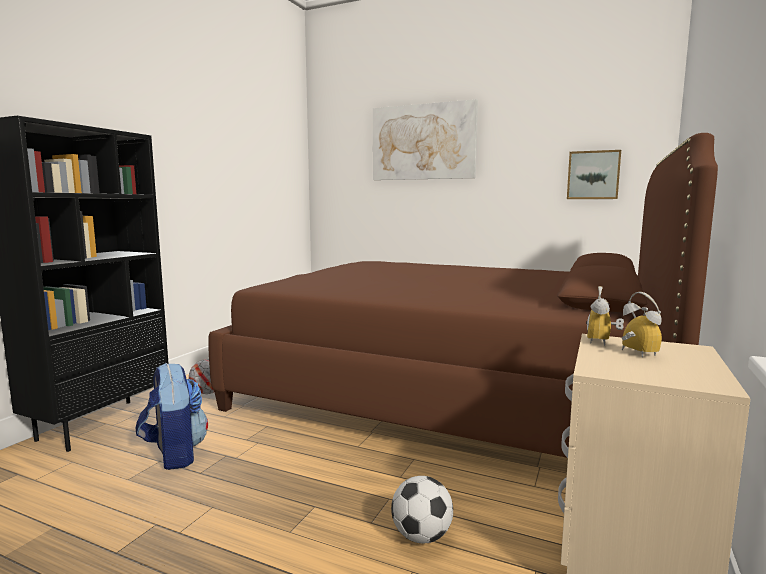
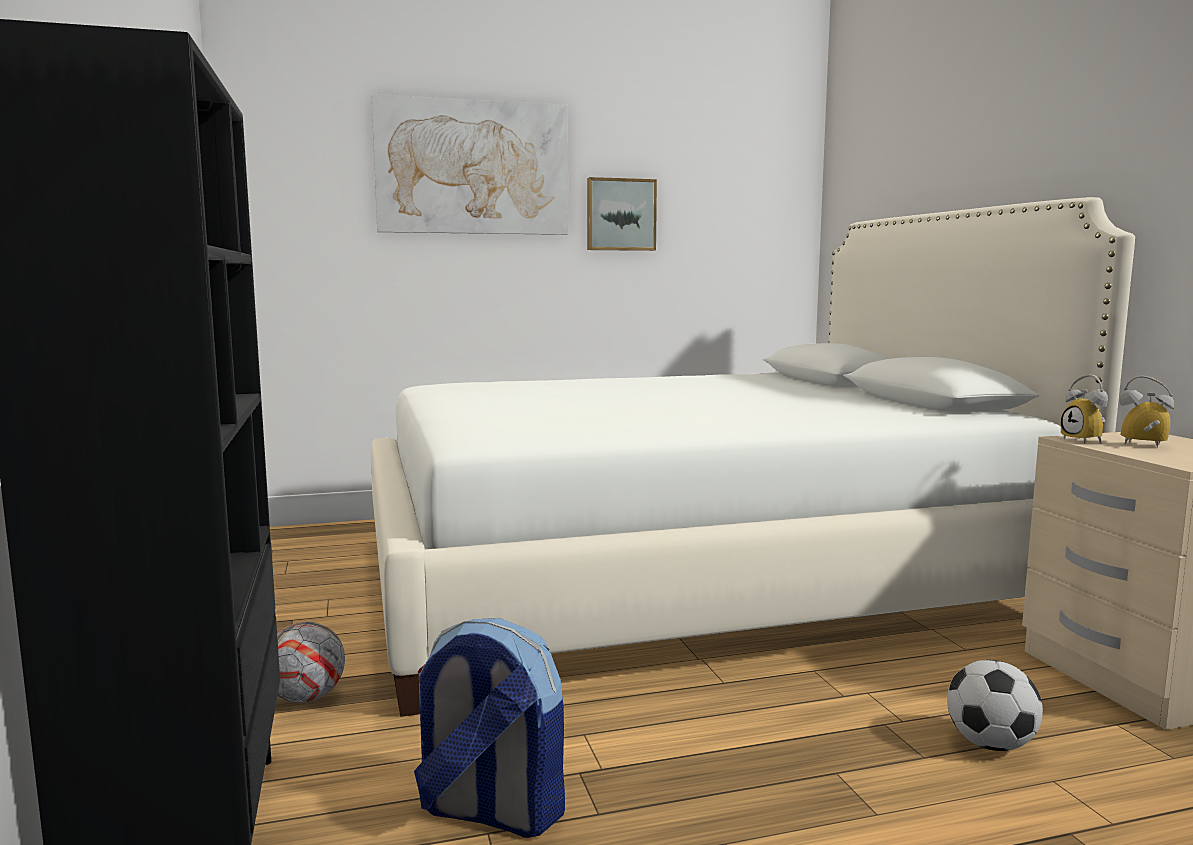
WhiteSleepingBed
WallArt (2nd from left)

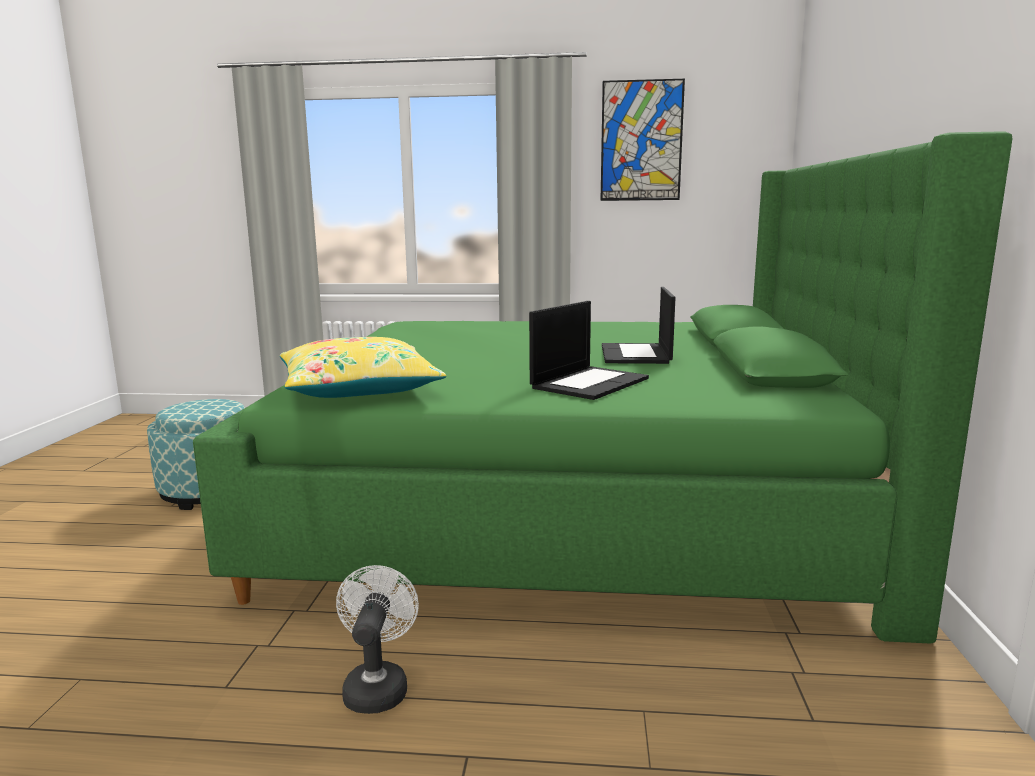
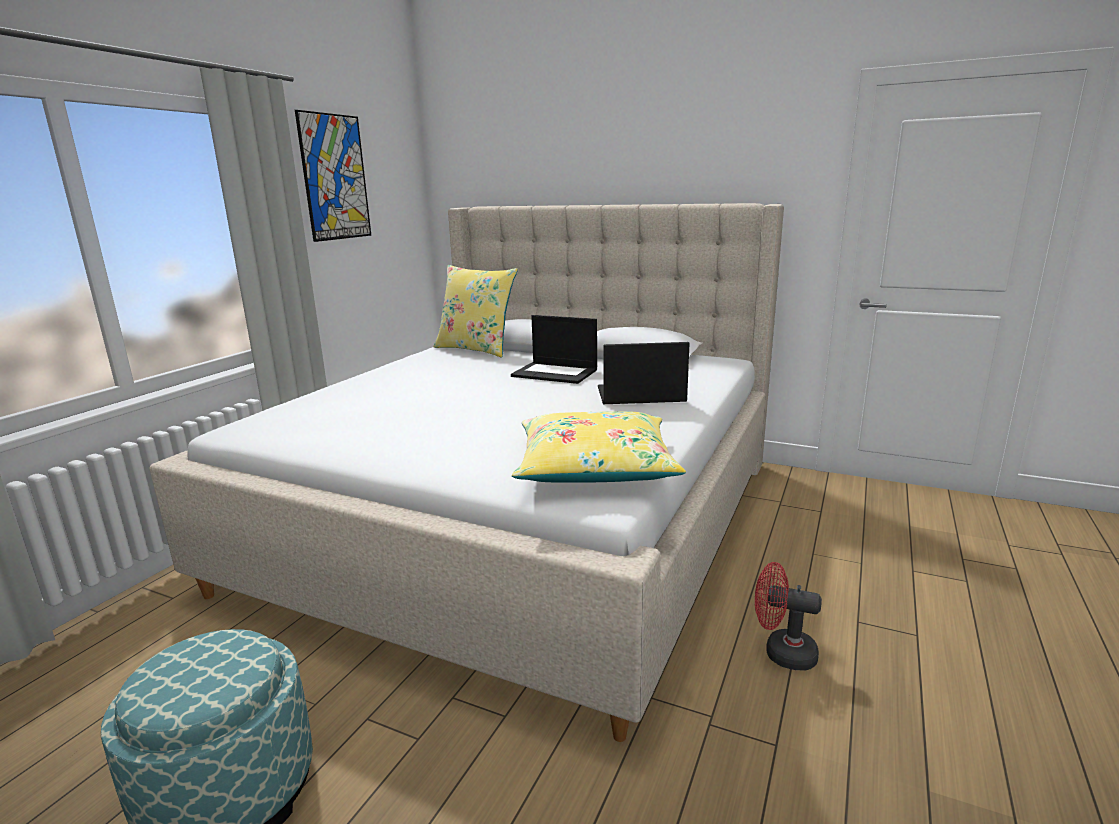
SandColouredSleepingBed
YellowPillow (1st from left)
NotebookComputer (2nd from left)
RedCoolingFan

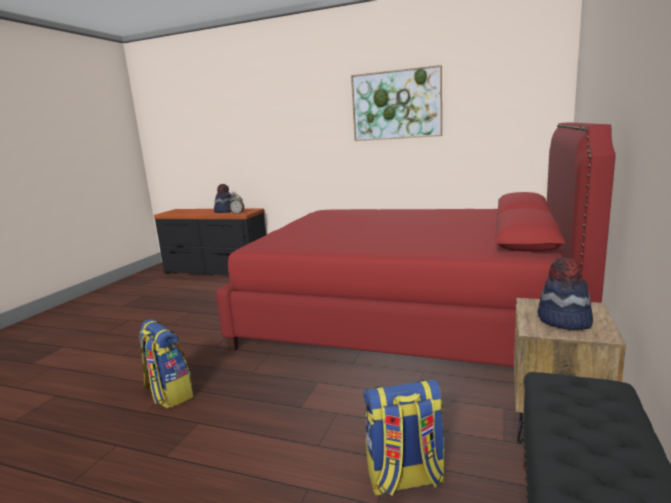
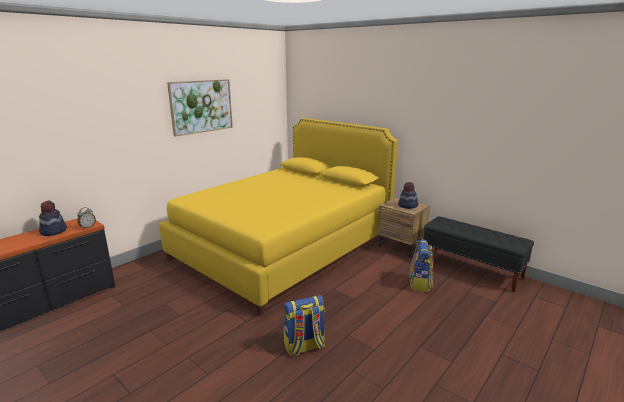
YellowSleepingBed

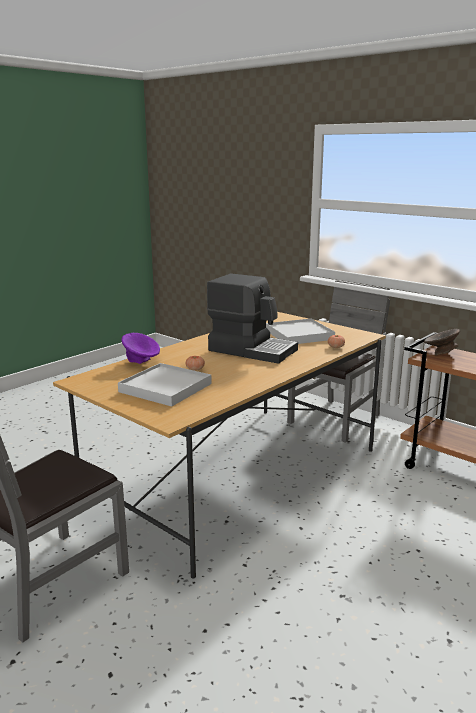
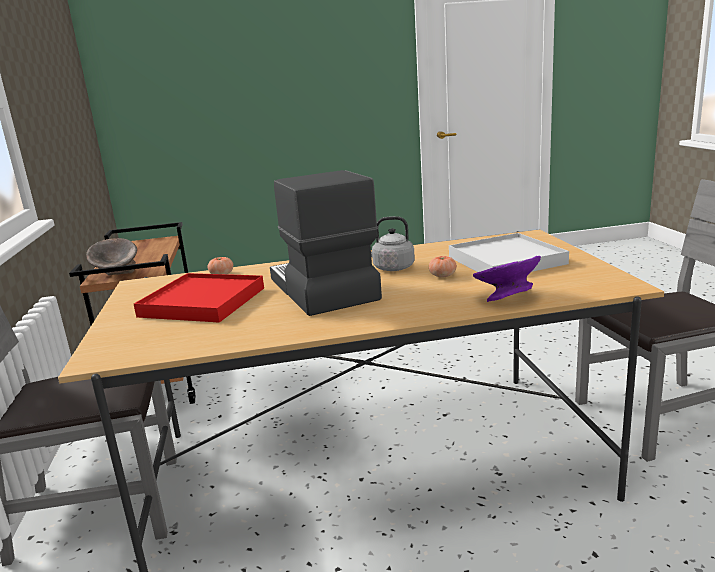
RedServingTray
GreyTeaKettle

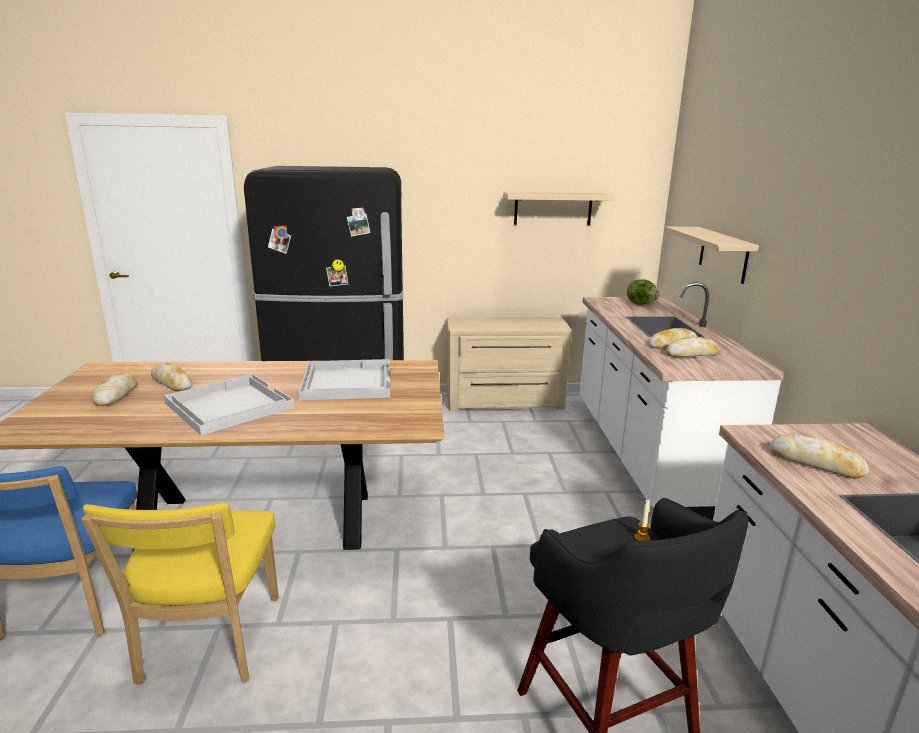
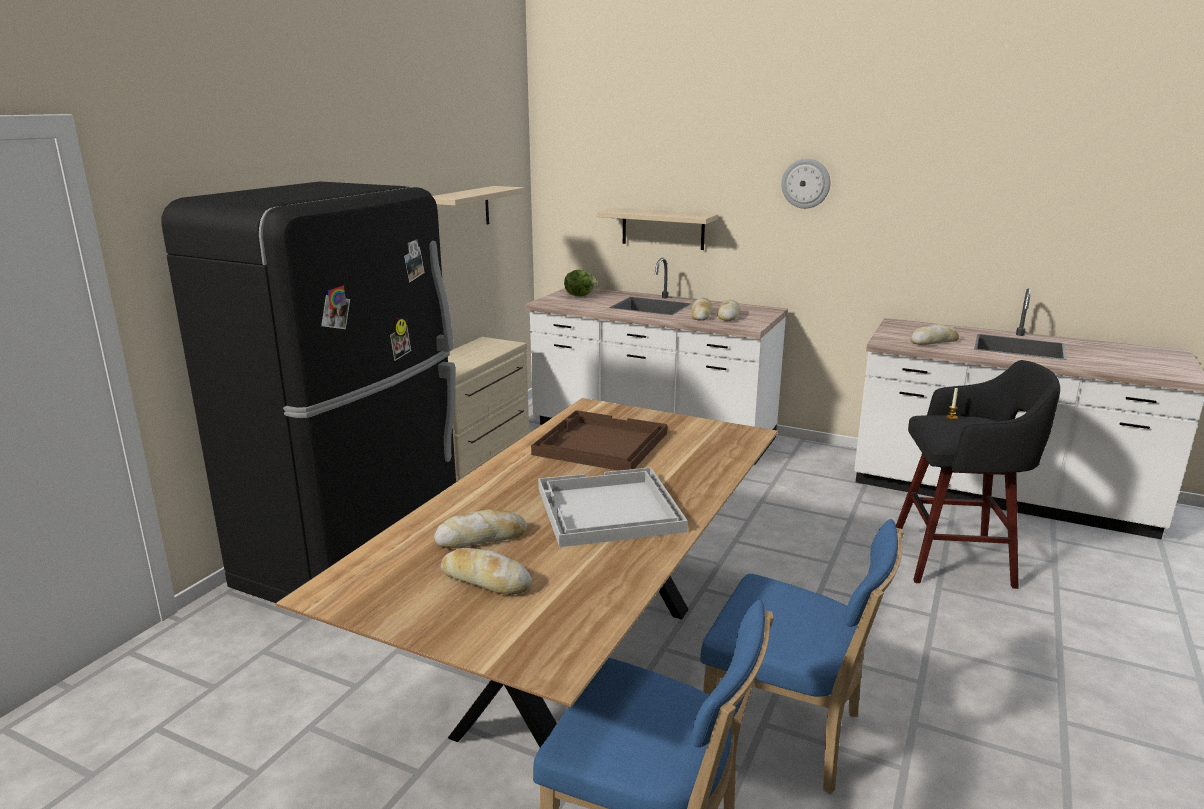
BrownColouredServingTray
BluishUprightChair (2nd from left)
HangingClock

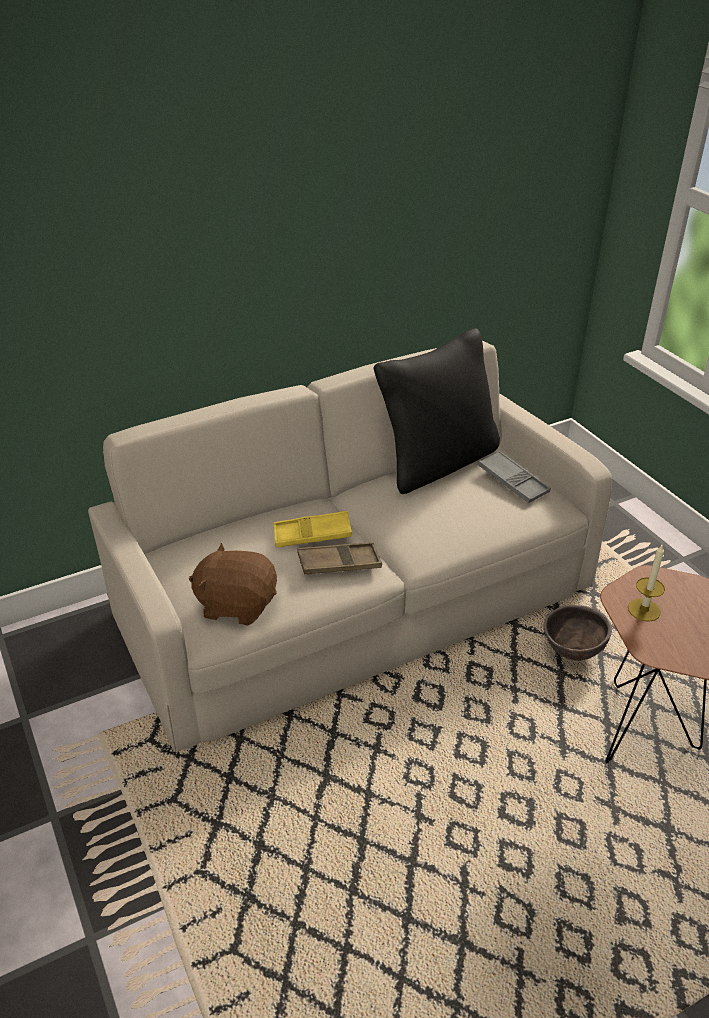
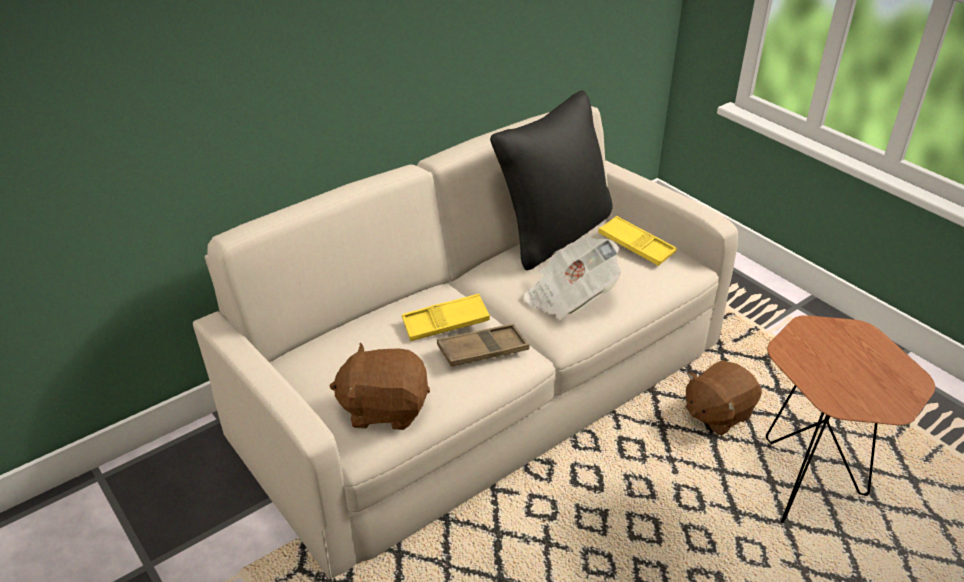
Newspaper
YellowServingTray (2nd from left)
BrownColouredCuddlyToy (2nd from left)
WaxLight

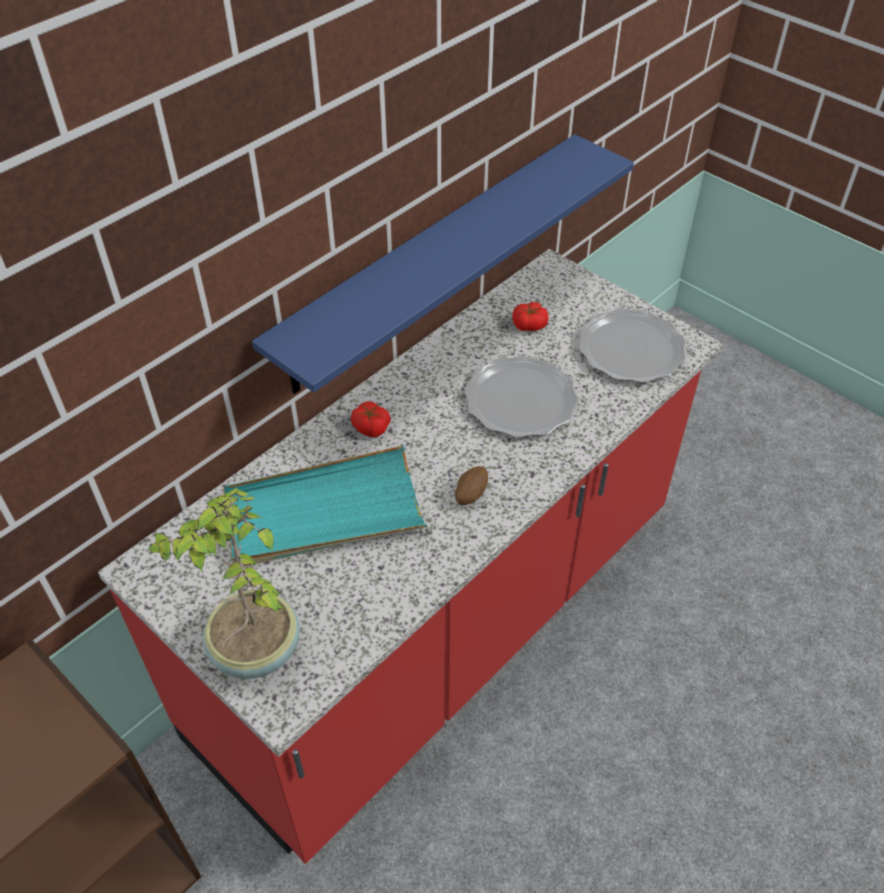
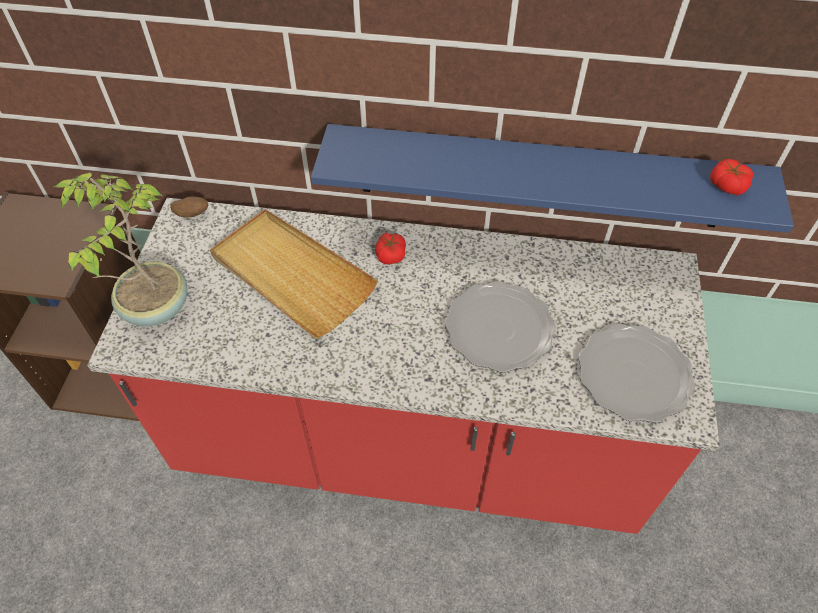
WholePotato
SandColouredServingTray
Tomato (2nd from left)

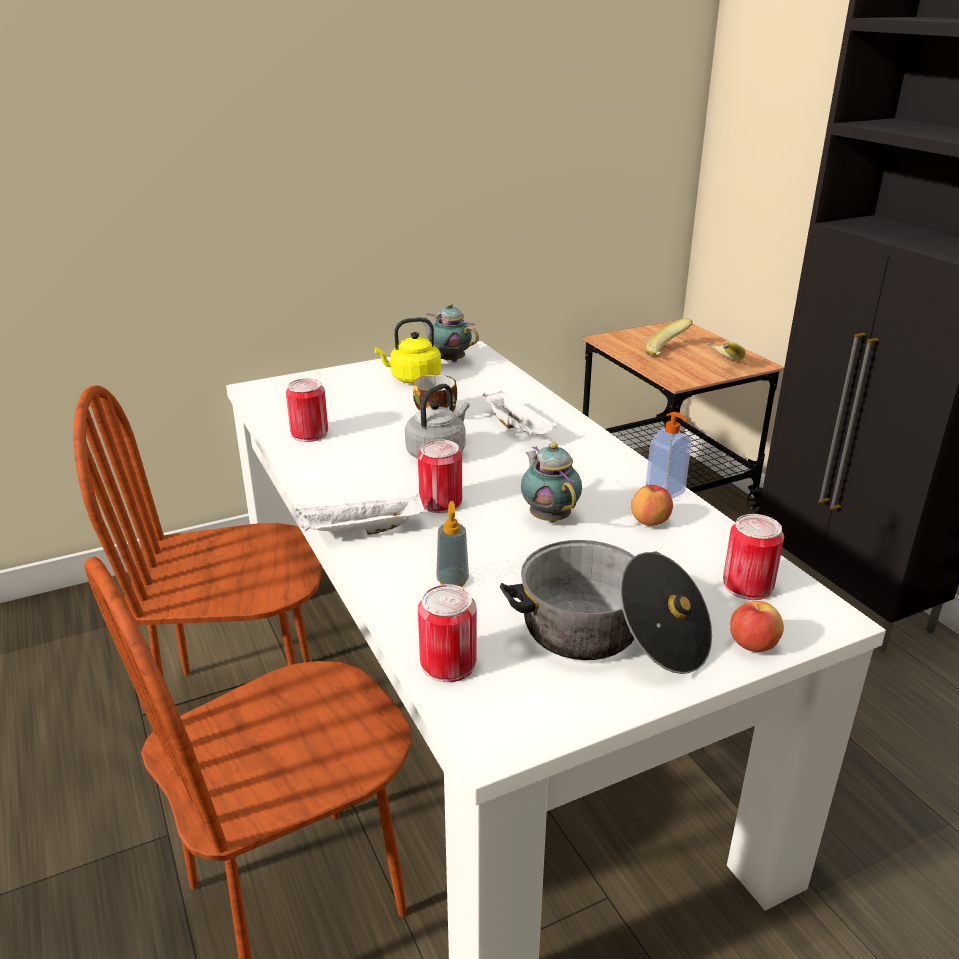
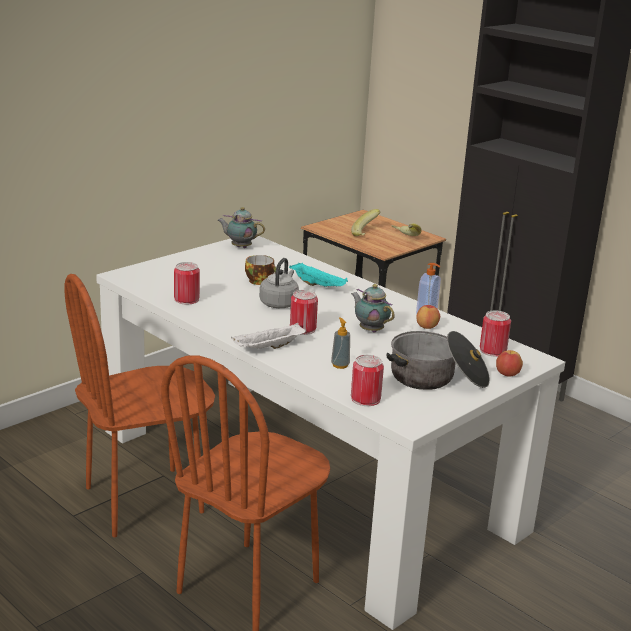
TurquoiseColouredServingTray
YellowTeaKettle

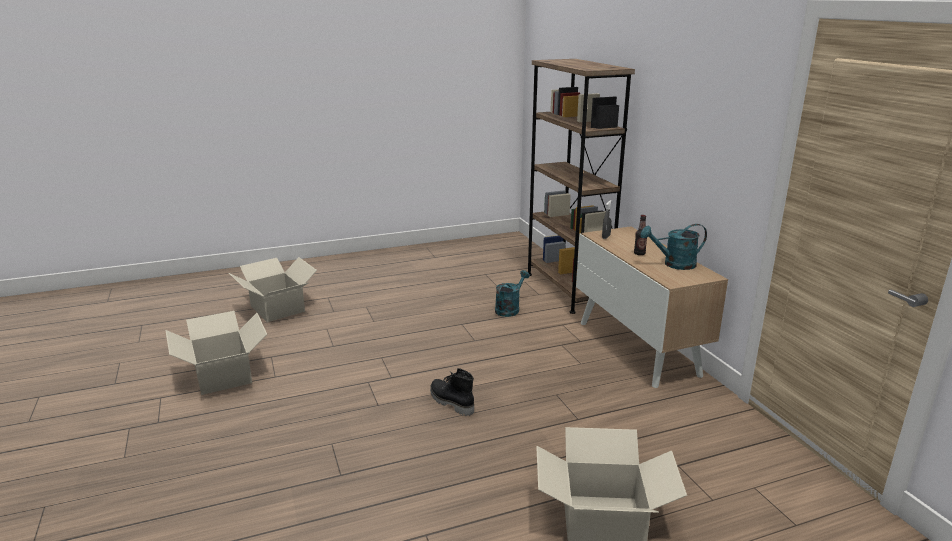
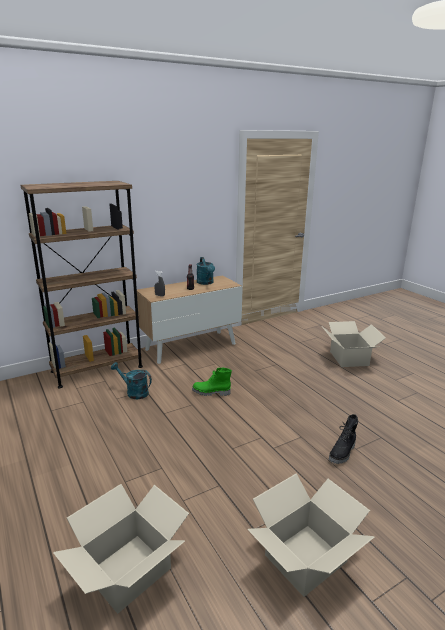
GreenColouredBoot
BlackBoot

